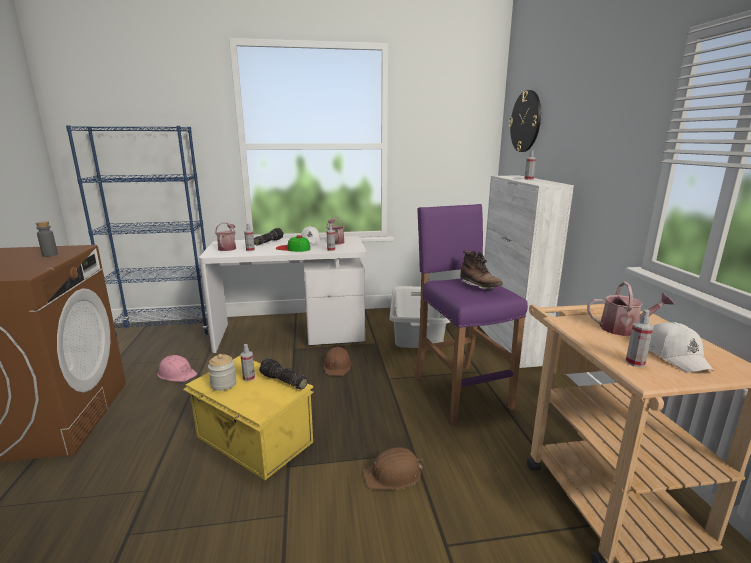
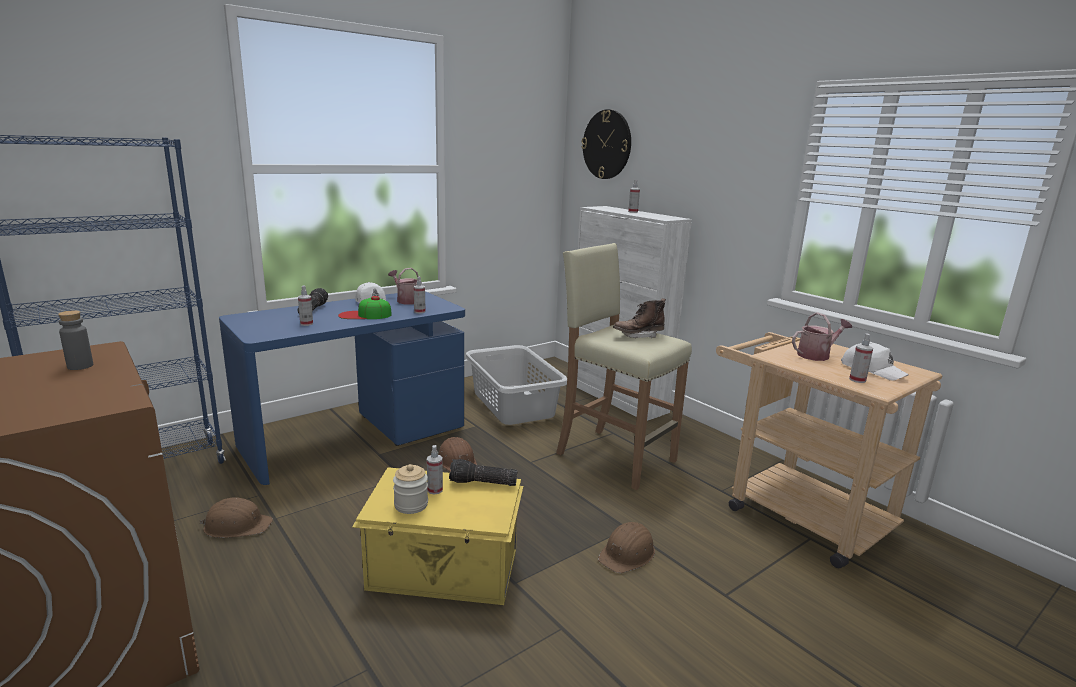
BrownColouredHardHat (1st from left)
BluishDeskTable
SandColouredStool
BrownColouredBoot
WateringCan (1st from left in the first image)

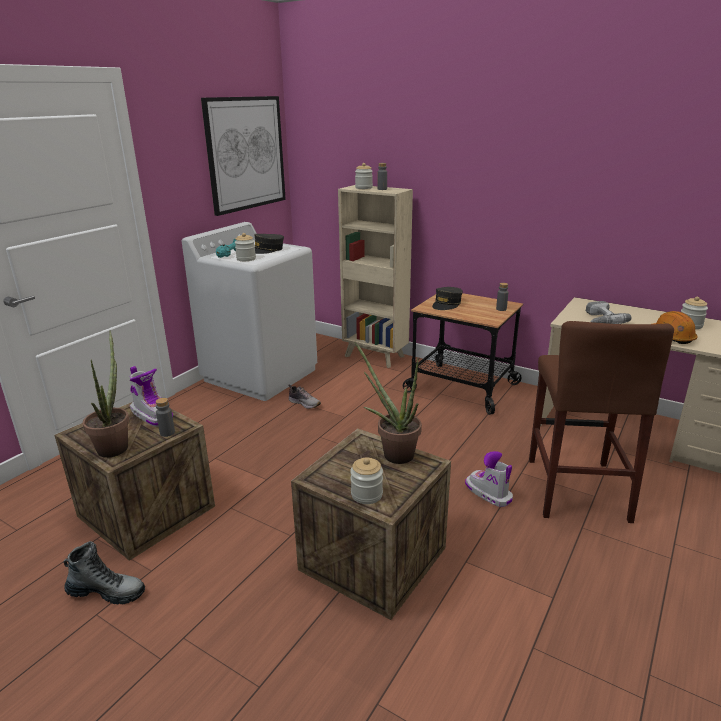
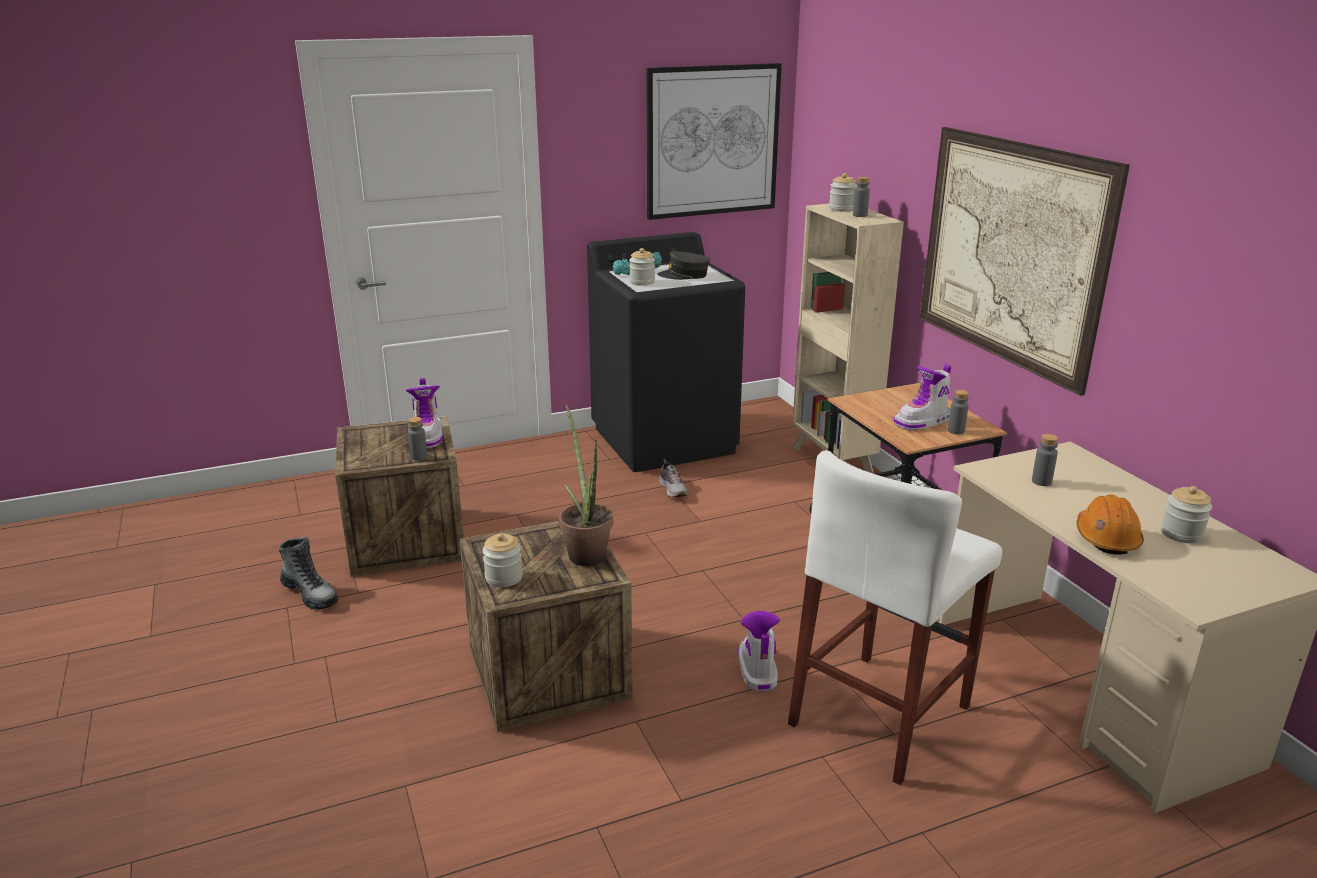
BlackLaundryMachine
WhiteStool
Boot (4th from left)
WallArt (2nd from left)
GreyDrinkBottle (4th from left)
Houseplant (1st from left in the first image)
GreyPeakedCap (2nd from left in the first image)

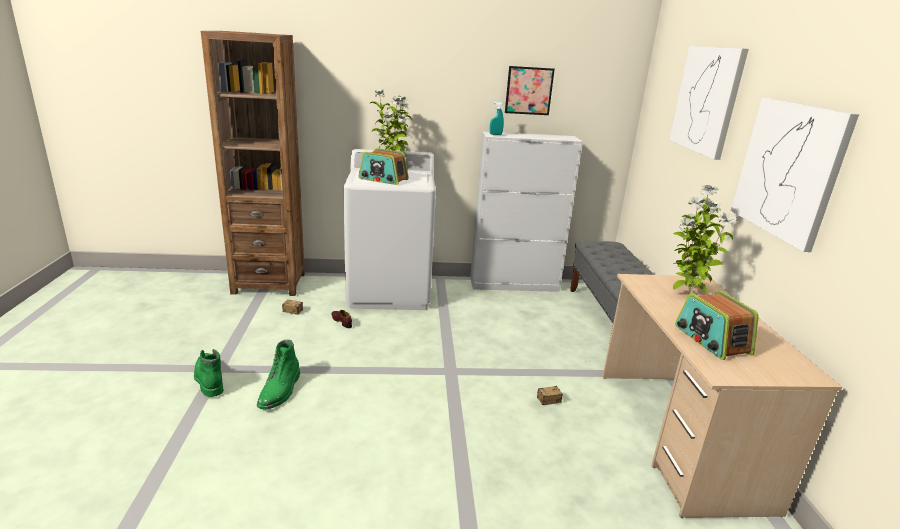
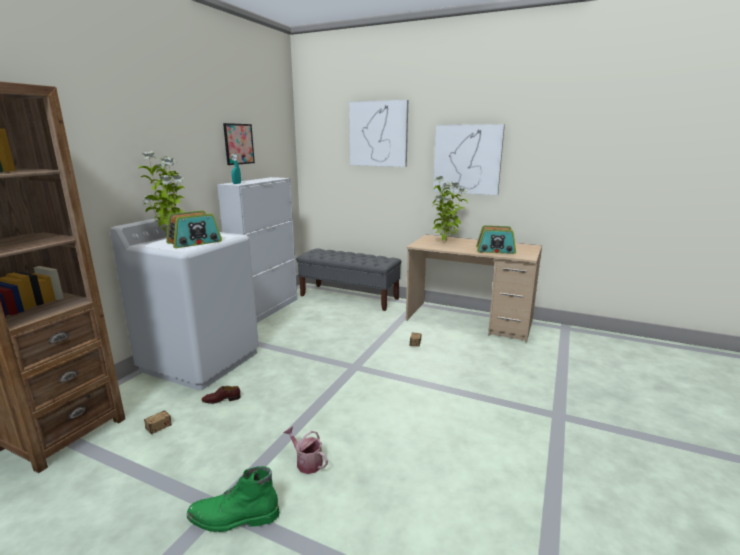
WateringCan

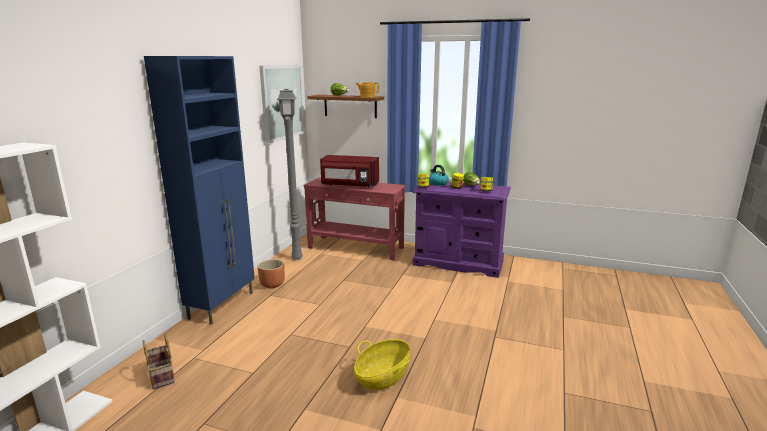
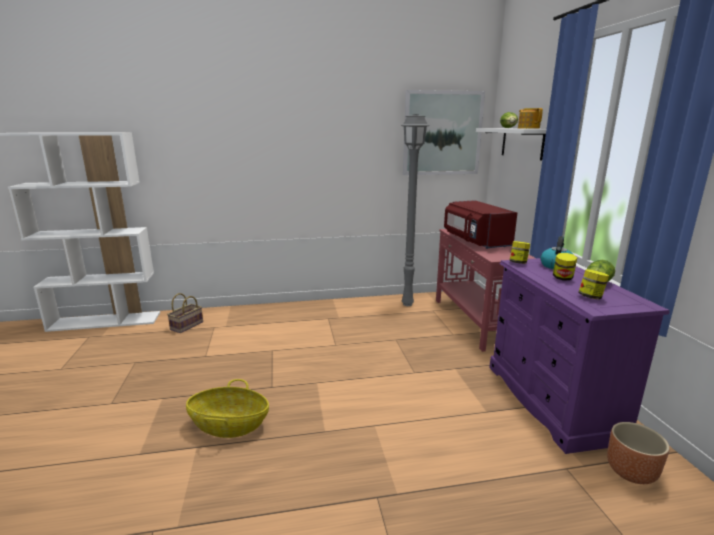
WhiteBracketShelf
BrownColouredPlanter
BluishCabinet

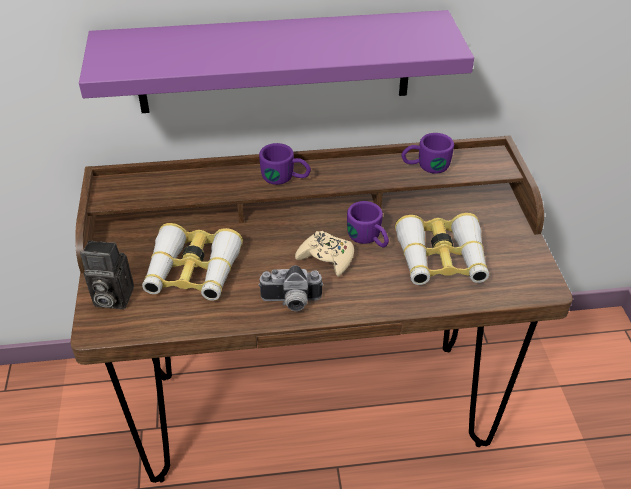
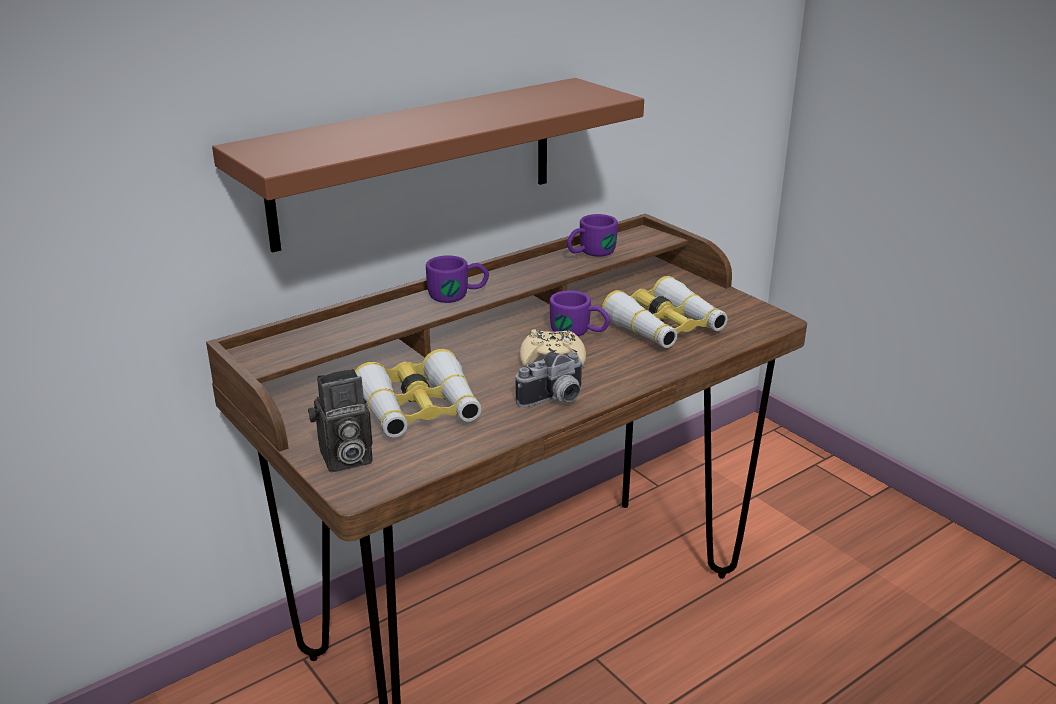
BrownColouredBracketShelf

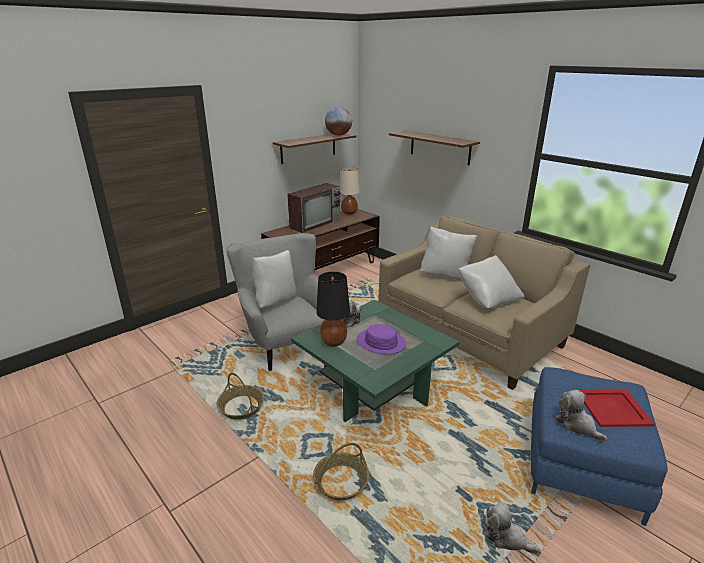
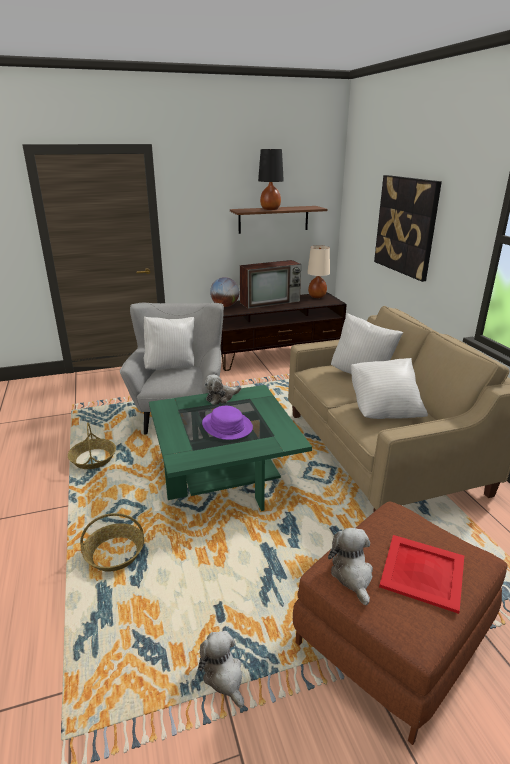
Globe
BlackTableLamp
BrownColouredOttoman
WallArt

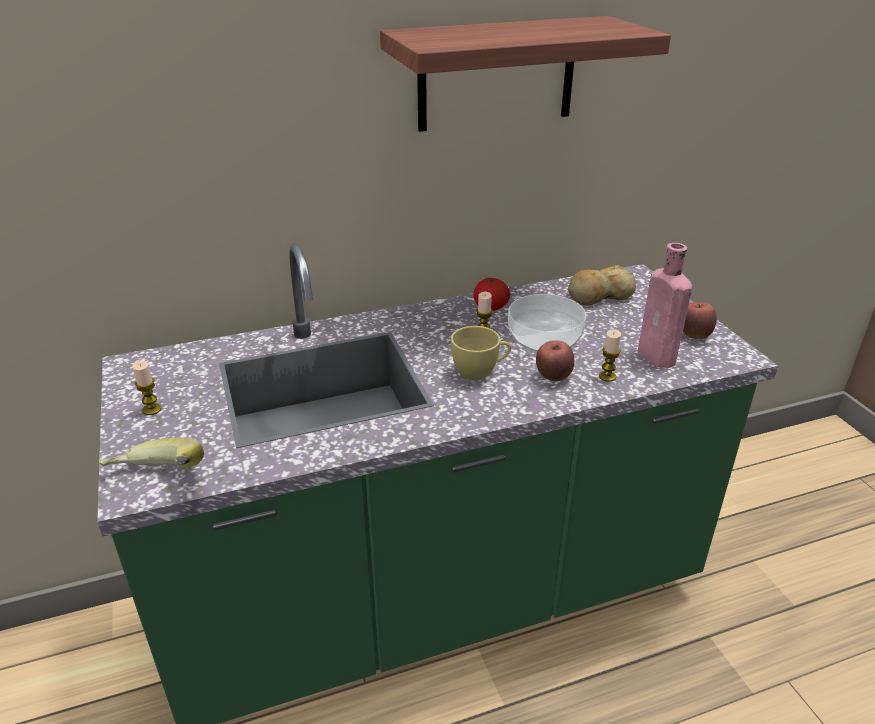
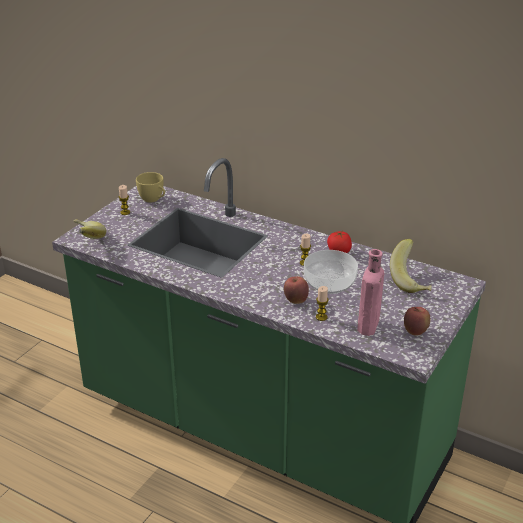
YellowCup
Banana (2nd from left)
BracketShelf

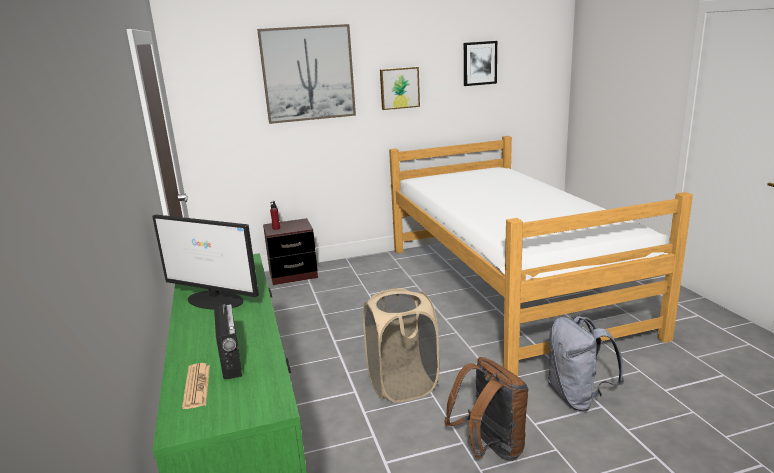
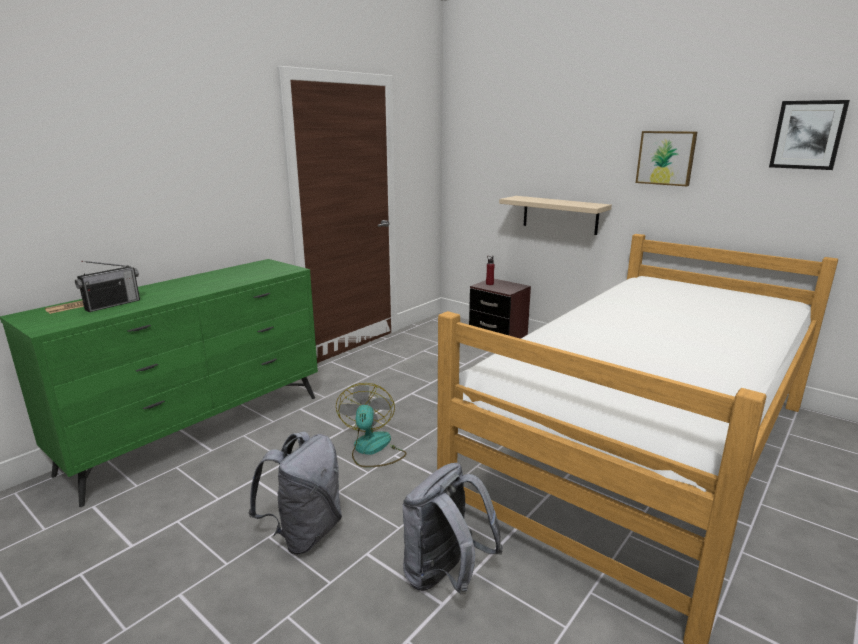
GreyBackpack (1st from left)
CoolingFan
SandColouredBracketShelf
ComputerDisplay
WallArt (1st from left in the first image)

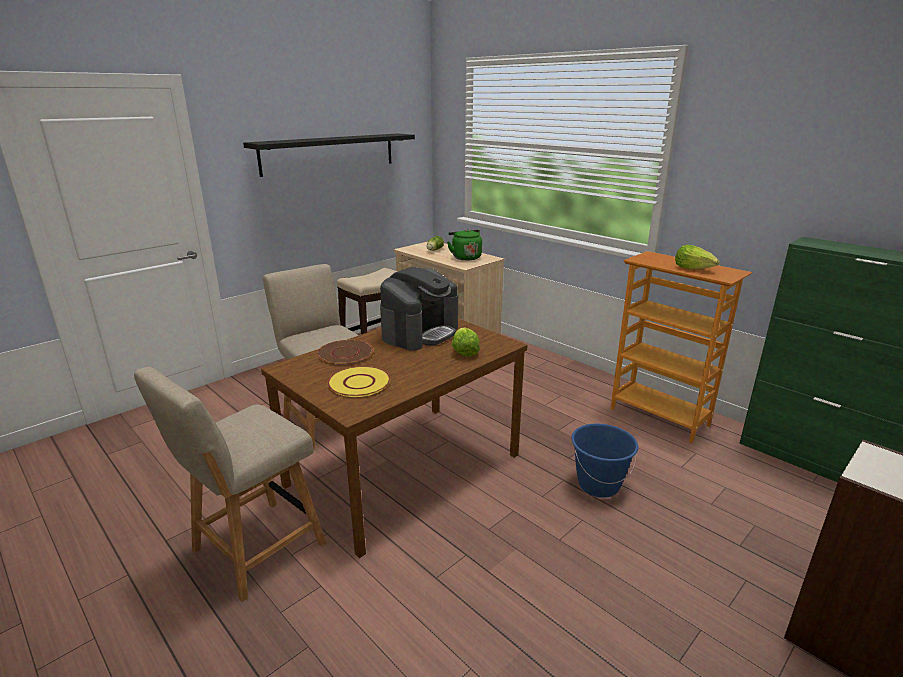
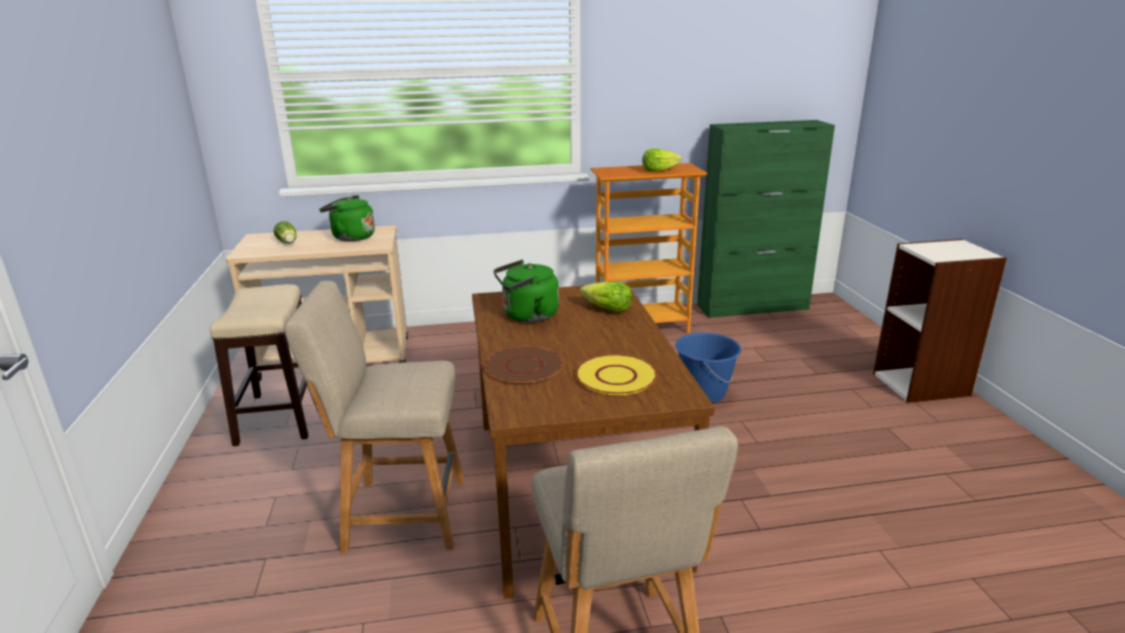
GreenColouredTeaKettle (2nd from left)
BlackBracketShelf

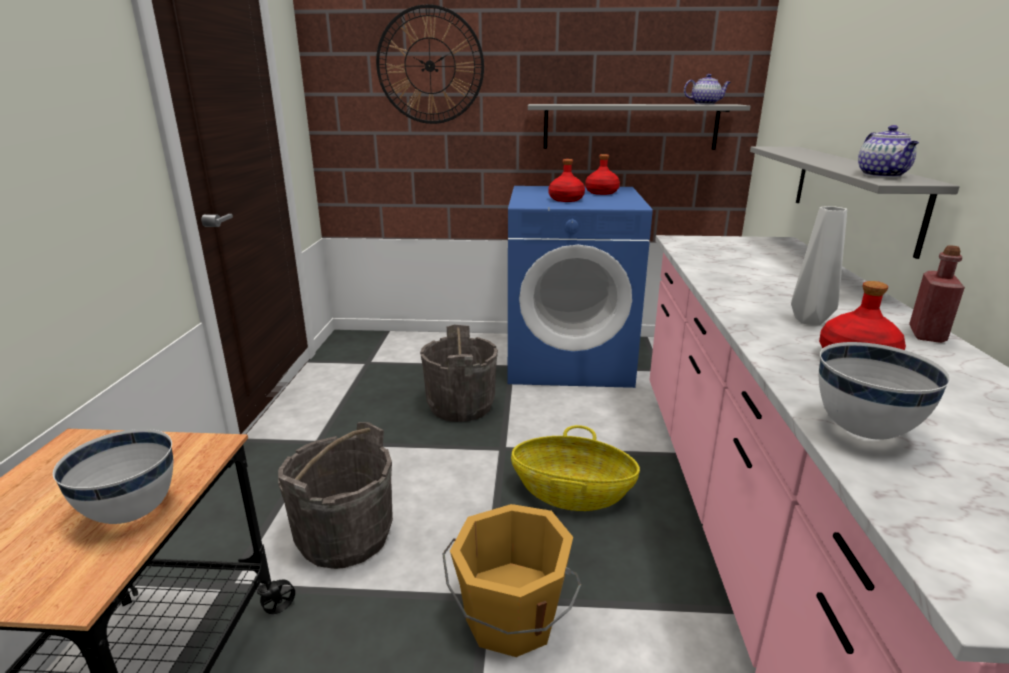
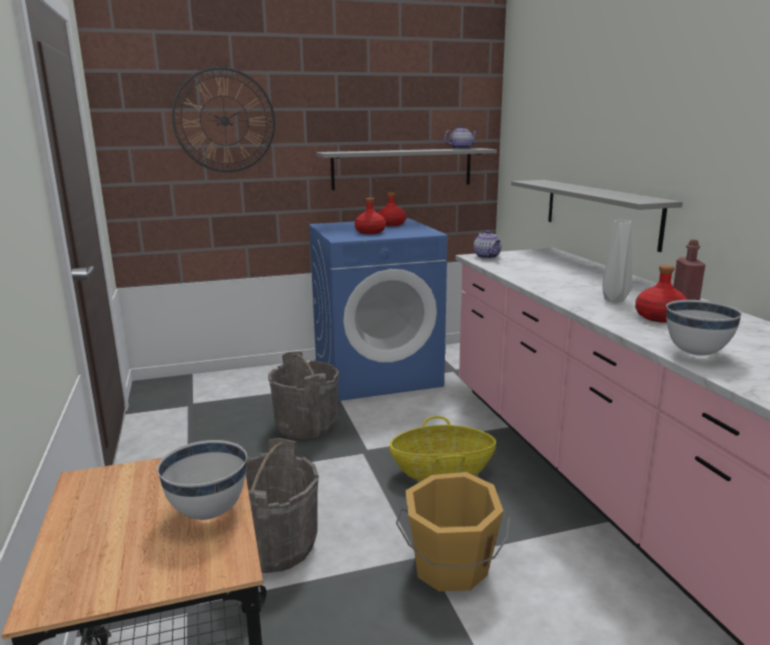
TeaPot (2nd from left)

